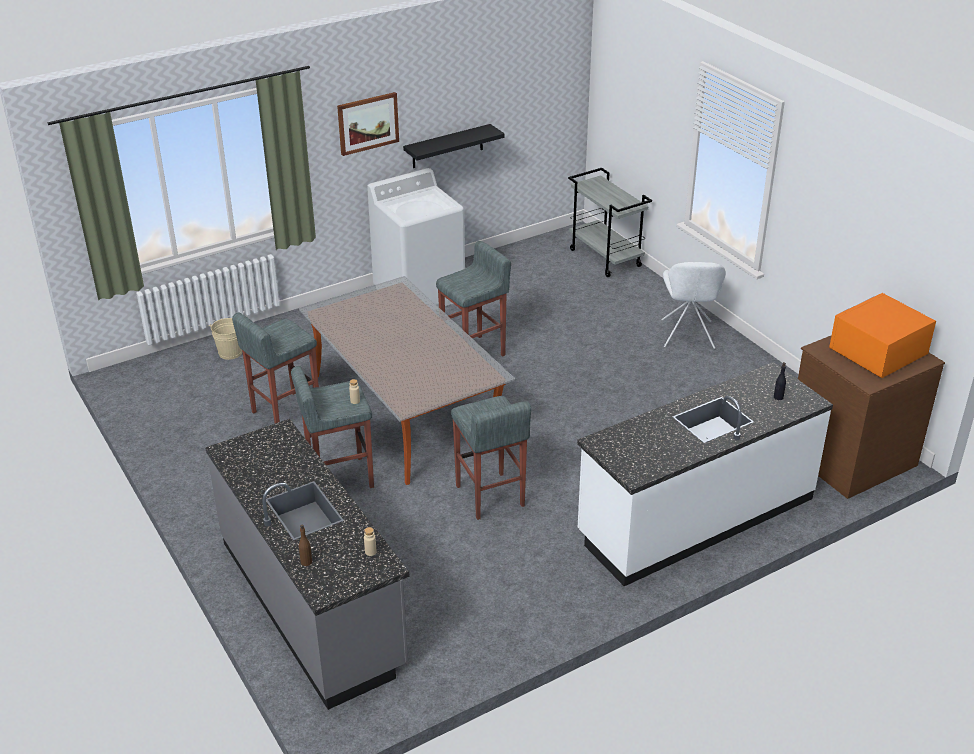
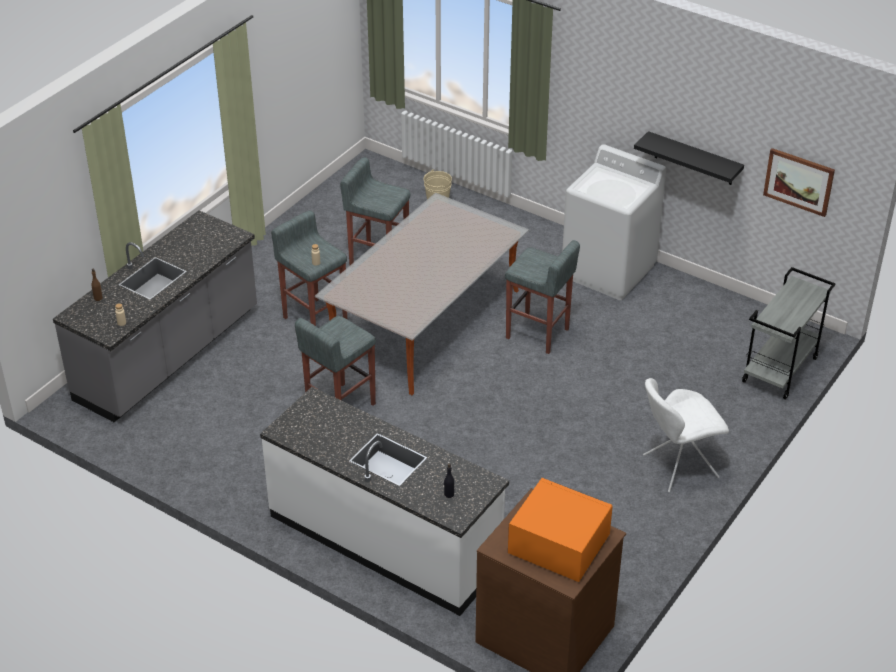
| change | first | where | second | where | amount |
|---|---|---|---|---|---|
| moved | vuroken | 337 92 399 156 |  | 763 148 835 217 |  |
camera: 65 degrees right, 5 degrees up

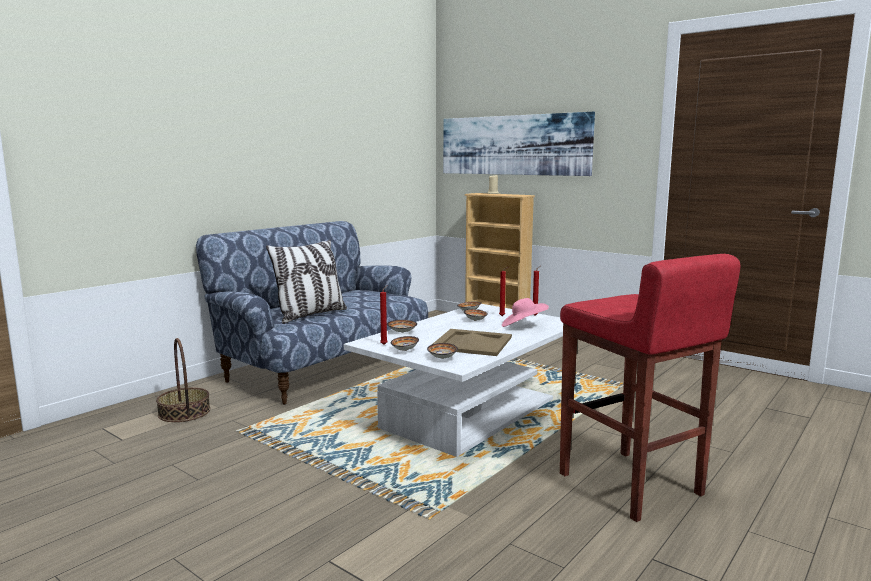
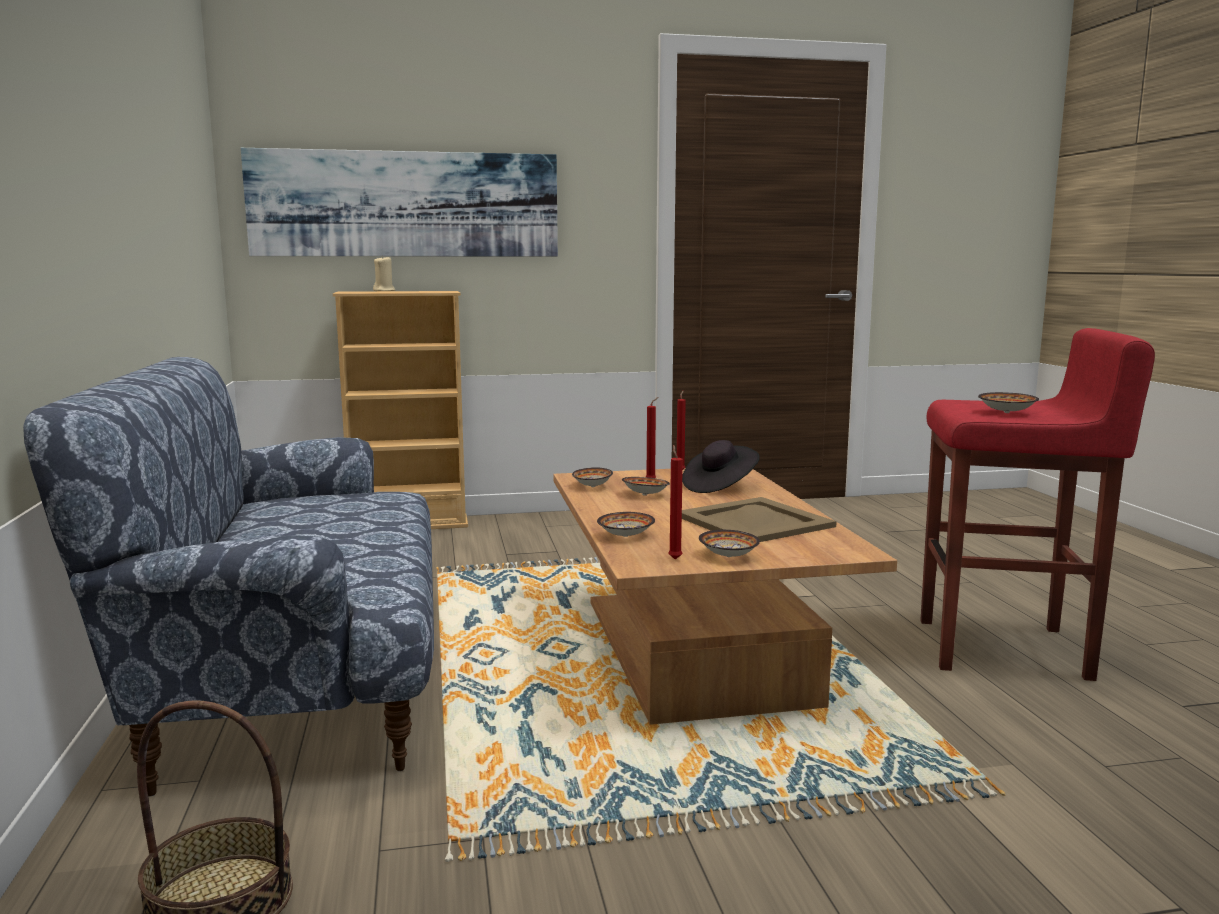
| change | first | where | second | where | amount |
|---|---|---|---|---|---|
| recoloured | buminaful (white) | 344 304 563 457 | buminaful (brown) | 553 469 897 725 |  |
| recoloured | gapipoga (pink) | 502 298 549 327 | gapipoga (black) | 682 440 760 493 |  |
| moved | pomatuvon | 427 343 458 359 |  | 978 392 1039 413 |  |
| removed | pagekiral | 266 240 347 324 |  |  |  |
camera: 50 degrees left, 0 degrees up

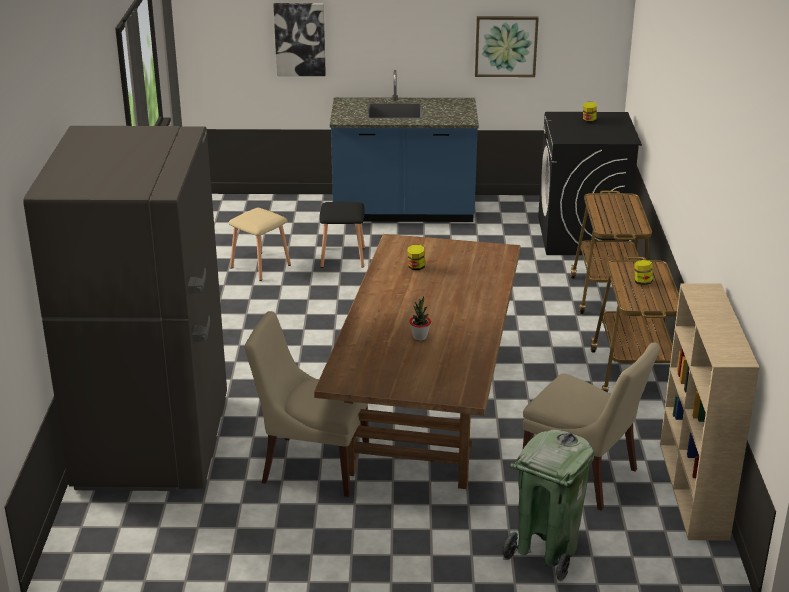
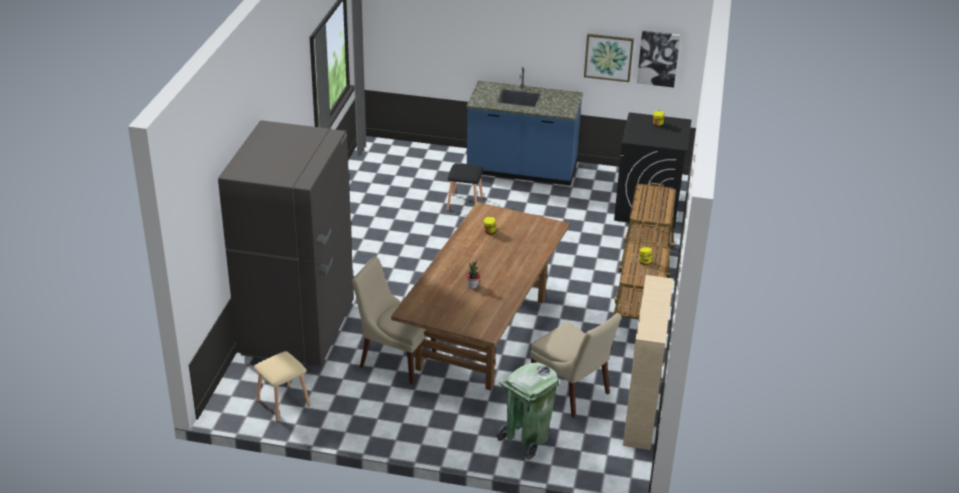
| change | first | where | second | where | amount |
|---|---|---|---|---|---|
| moved | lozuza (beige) | 229 208 291 281 |  | 254 351 310 422 |  |
| moved | vuroken | 273 3 326 76 |  | 637 31 680 87 |  |
camera: 10 degrees right, 5 degrees up

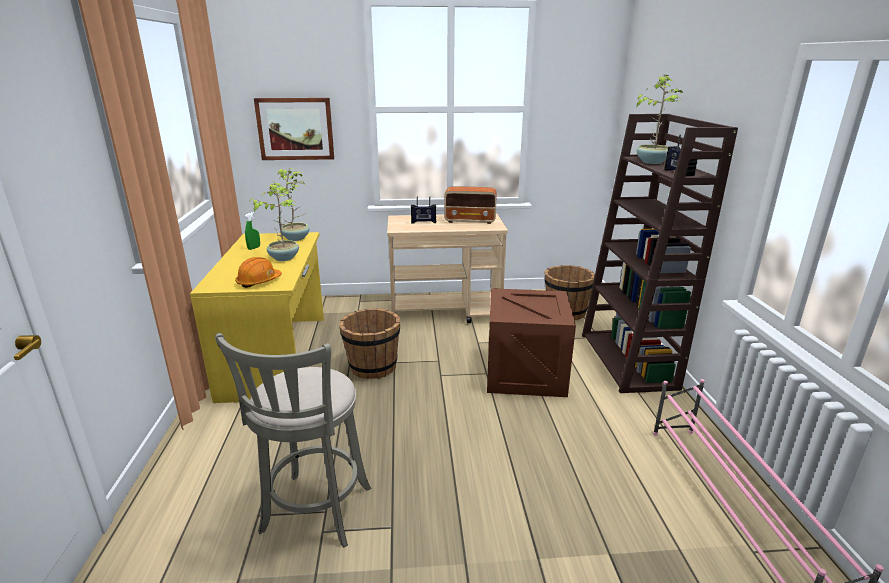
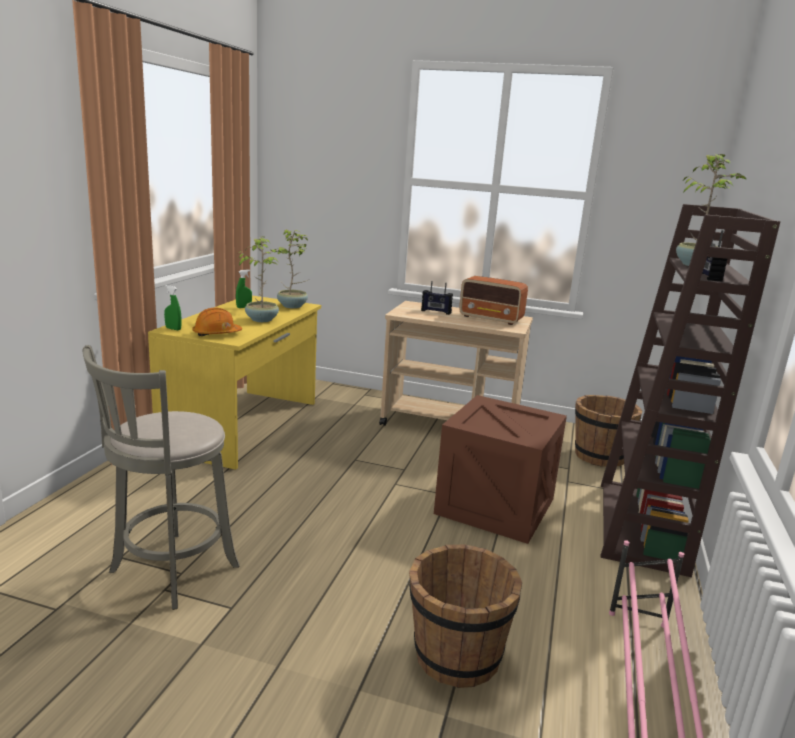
| change | first | where | second | where | amount |
|---|---|---|---|---|---|
| added |  |  | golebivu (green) | 164 285 182 330 |  |
| moved | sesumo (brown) | 339 308 400 379 |  | 409 545 522 688 |  |
| removed | vuroken | 254 98 334 160 |  |  |  |
camera: 20 degrees right, 5 degrees down

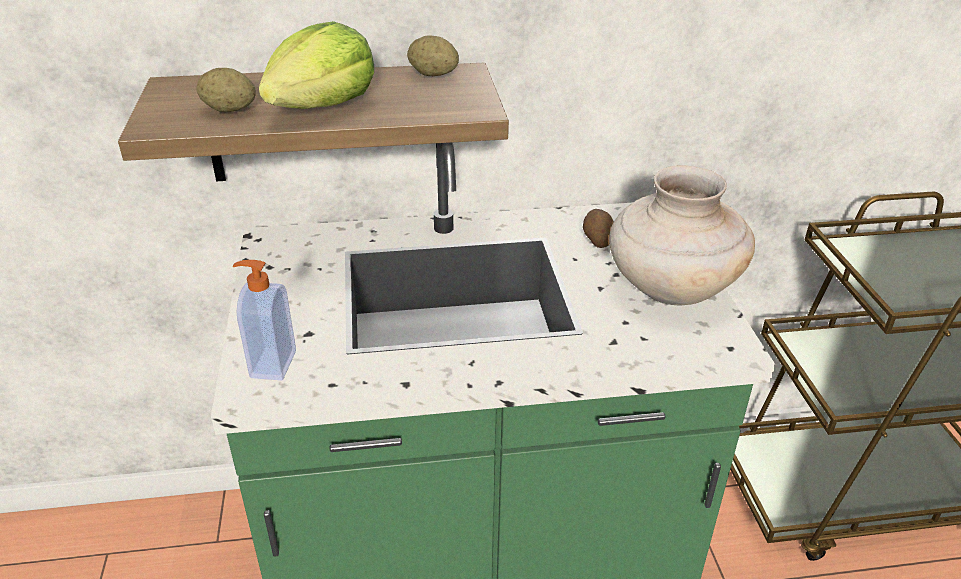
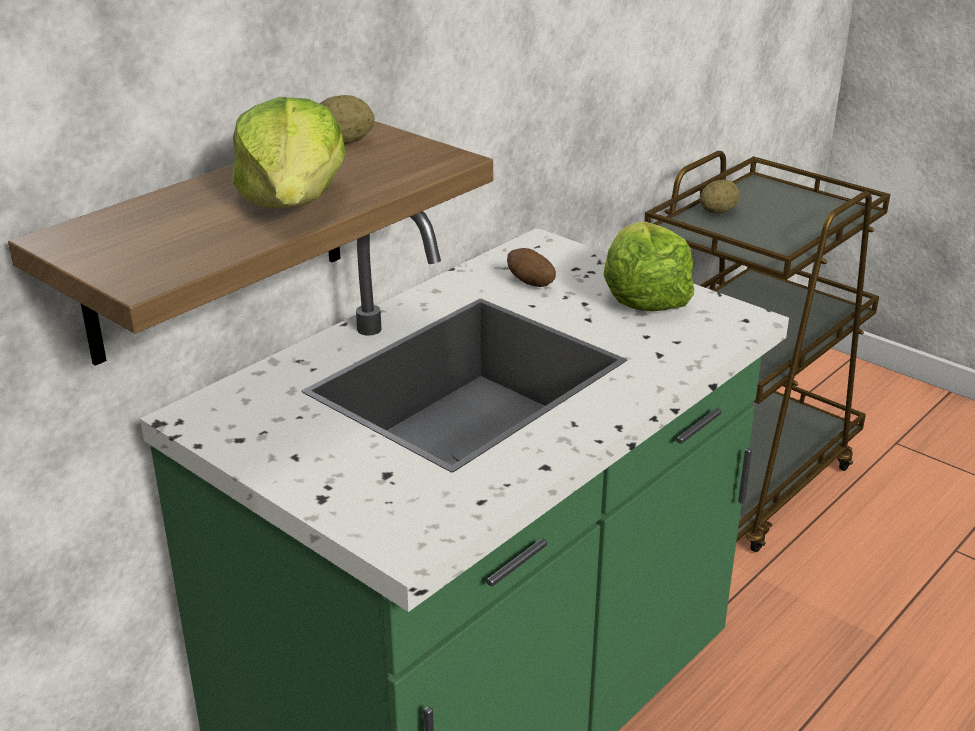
| change | first | where | second | where | amount |
|---|---|---|---|---|---|
| replaced | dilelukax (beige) | 609 165 755 306 | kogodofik | 604 222 694 311 |  |
| moved | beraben | 196 68 256 112 |  | 700 179 740 214 |  |
| removed | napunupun | 233 260 296 380 |  |  |  |
camera: 40 degrees left, 5 degrees down

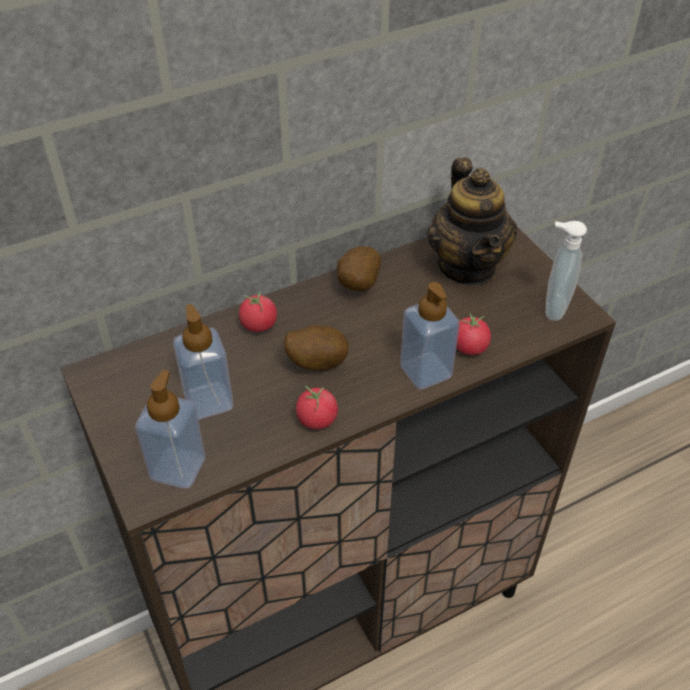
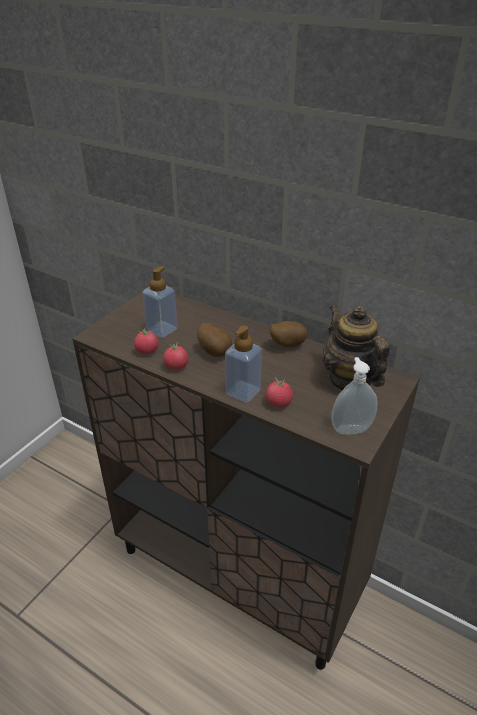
| change | first | where | second | where | amount |
|---|---|---|---|---|---|
| moved | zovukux | 239 292 277 332 |  | 134 328 159 354 |  |
| turned | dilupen | 427 157 517 286 |  | 323 305 390 391 | 105 degrees clockwise |
| removed | napunupun | 135 370 205 489 |  |  |  |
camera: 60 degrees right, 10 degrees down

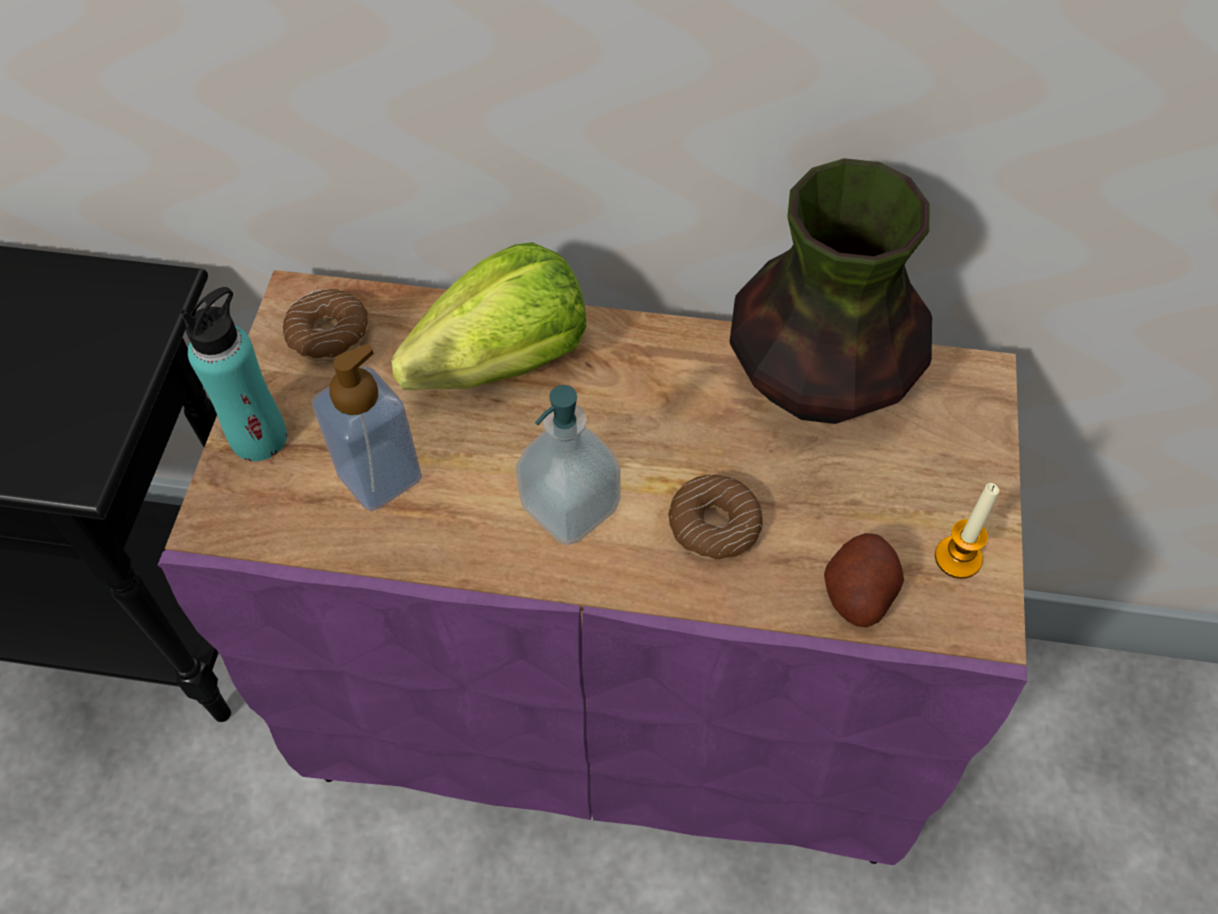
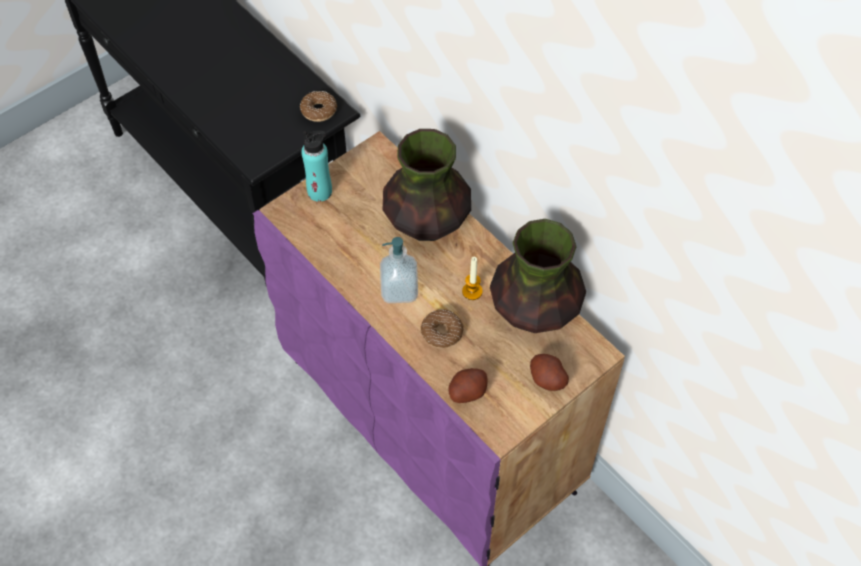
| change | first | where | second | where | amount |
|---|---|---|---|---|---|
| moved | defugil | 283 289 368 361 |  | 300 91 337 122 |  |
| replaced | kogodofik | 391 242 586 390 | dilelukax | 383 129 471 241 |  |
| moved | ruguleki | 935 483 999 579 |  | 462 257 483 300 |  |
| added |  |  | beraben | 530 354 569 391 |  |
| removed | napunupun | 312 344 422 511 |  |  |  |
camera: 40 degrees right, 0 degrees up

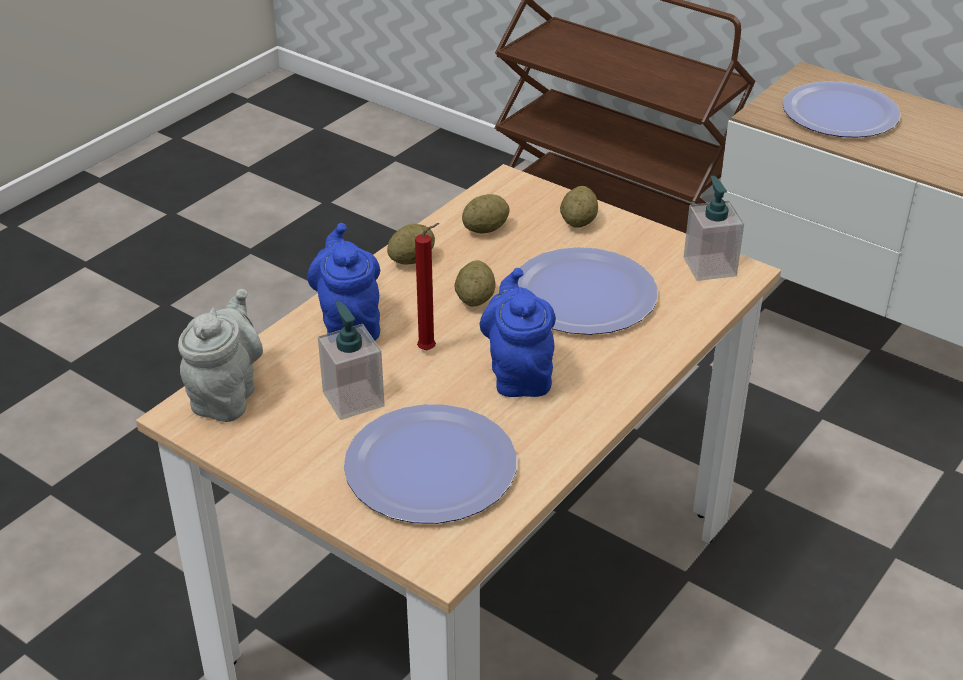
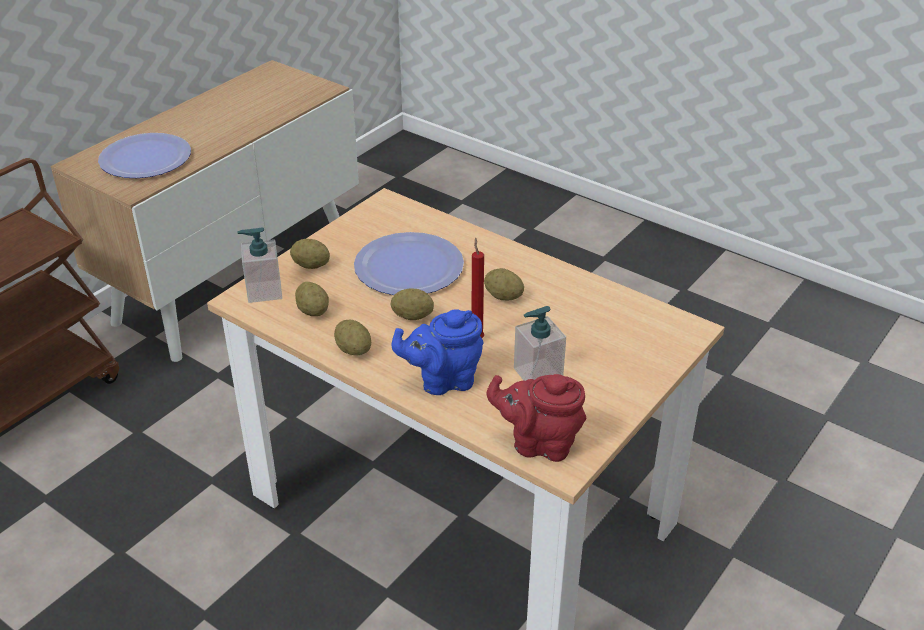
| change | first | where | second | where | amount |
|---|---|---|---|---|---|
| moved | napunupun | 684 176 744 281 |  | 237 227 282 303 |  |
| replaced | dilupen (blue) | 480 268 556 397 | beraben | 484 268 524 301 |  |
| recoloured | dilupen (grey) | 178 289 263 422 | dilupen (red) | 487 374 586 462 |  |
| removed | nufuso | 344 404 517 524 |  |  |  |
camera: 90 degrees left, 0 degrees up

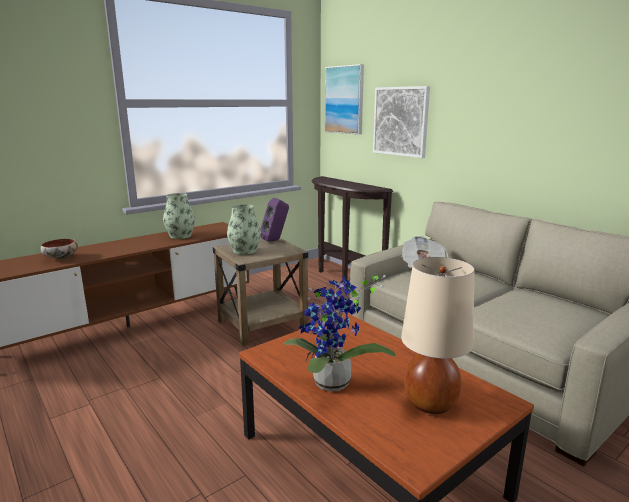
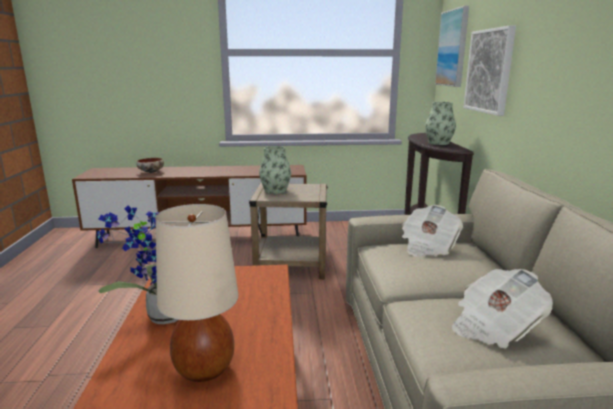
| change | first | where | second | where | amount |
|---|---|---|---|---|---|
| moved | dilelukax | 163 193 195 239 |  | 425 102 456 145 |  |
| added |  |  | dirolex | 452 269 553 348 |  |
| removed | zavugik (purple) | 260 198 289 242 |  |  |  |
camera: 35 degrees right, 0 degrees up

